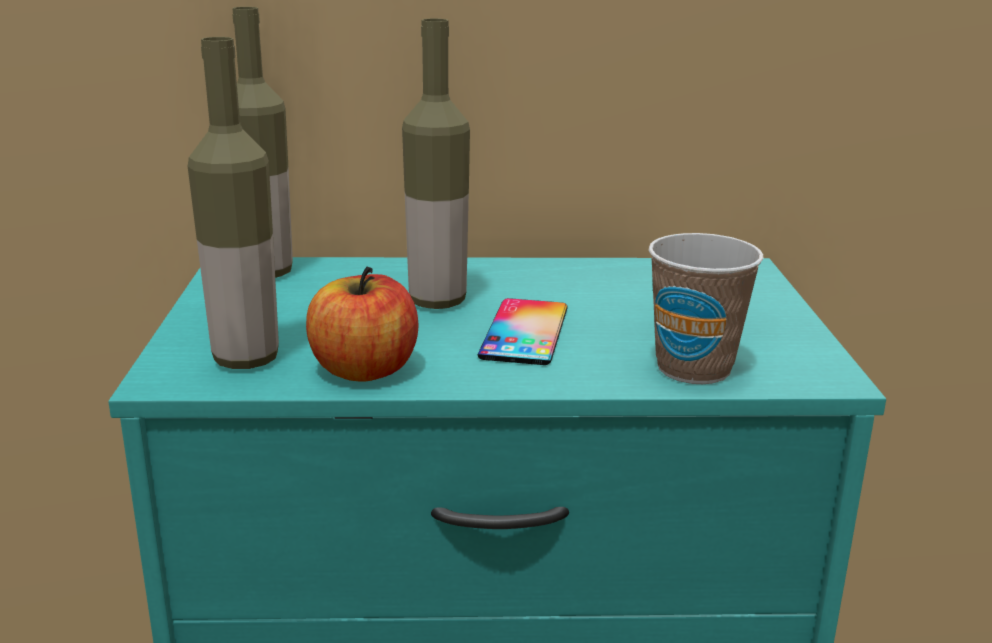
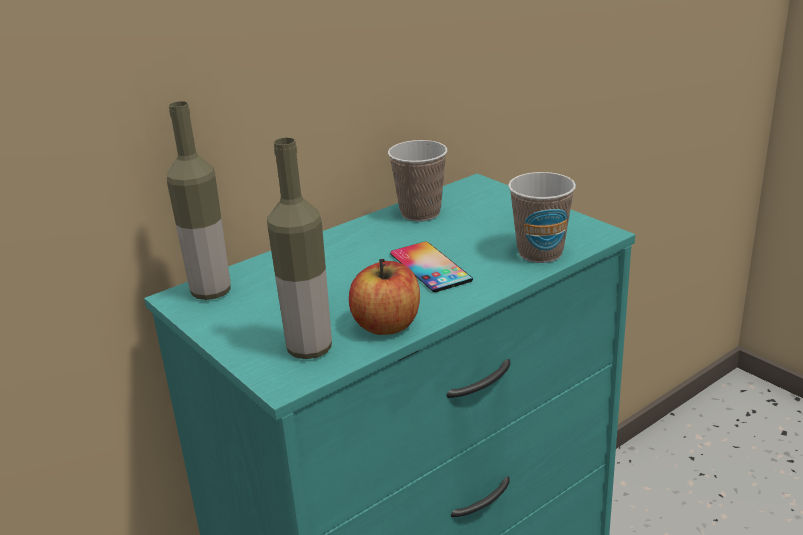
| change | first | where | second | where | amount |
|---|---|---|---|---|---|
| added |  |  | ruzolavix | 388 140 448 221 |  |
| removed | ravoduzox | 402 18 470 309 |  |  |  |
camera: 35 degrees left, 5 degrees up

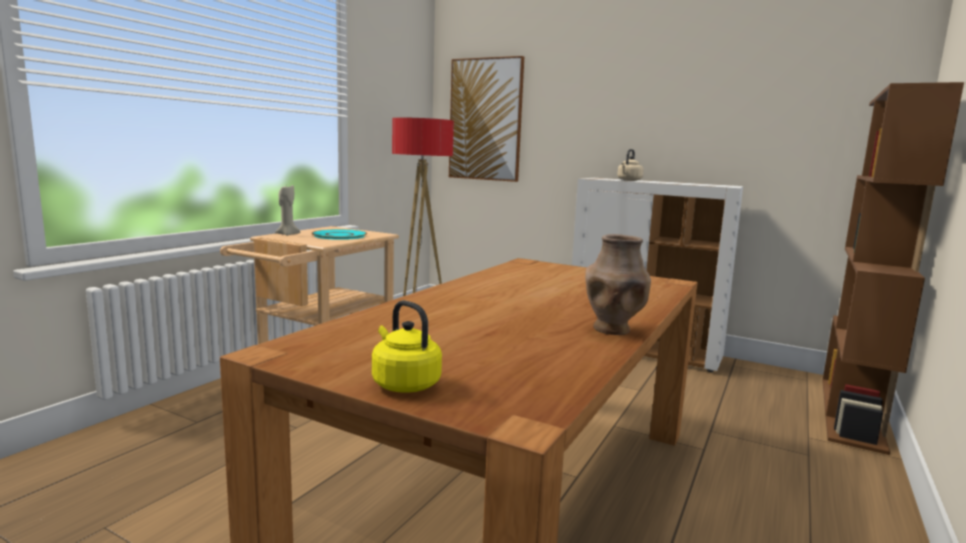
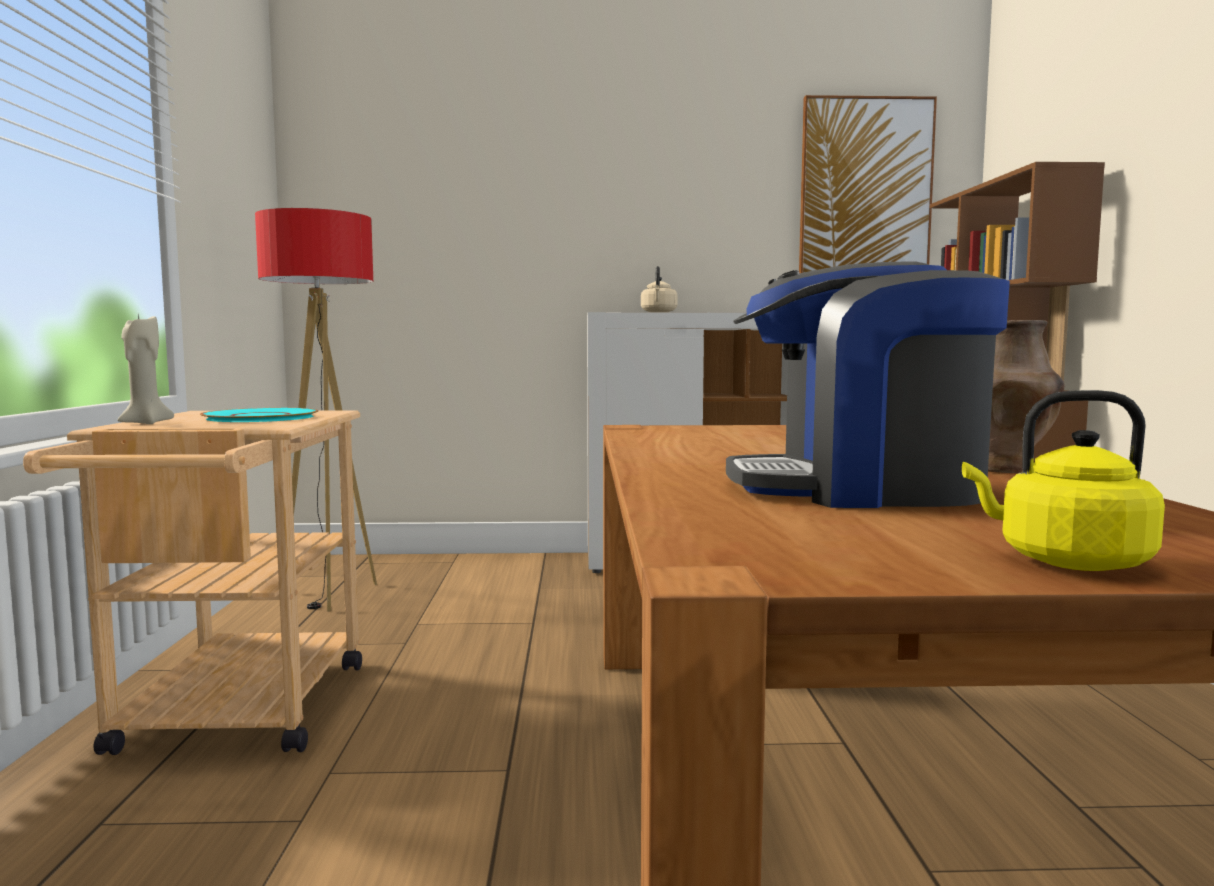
| change | first | where | second | where | amount |
|---|---|---|---|---|---|
| added |  |  | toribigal | 726 261 1010 508 |  |
| moved | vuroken | 449 56 524 182 |  | 799 95 937 273 |  |
camera: 30 degrees left, 5 degrees down

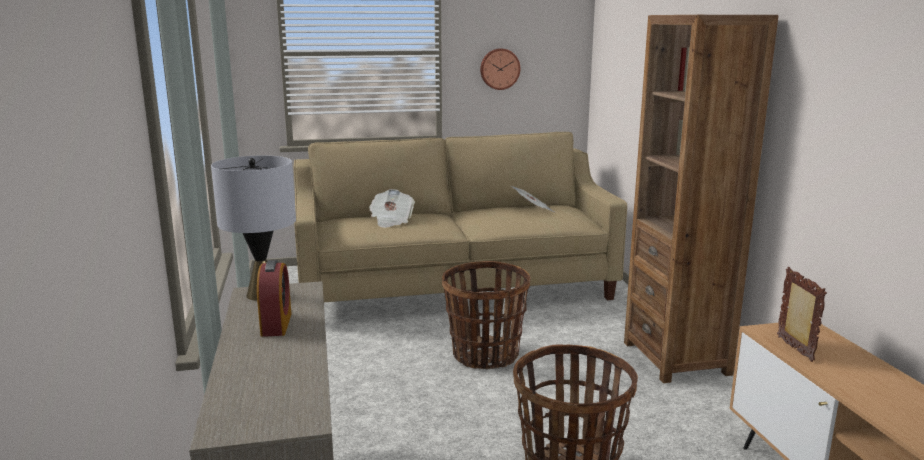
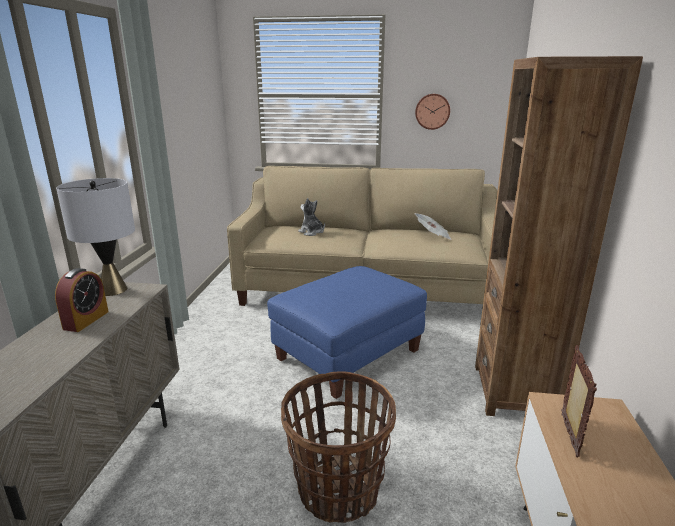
| change | first | where | second | where | amount |
|---|---|---|---|---|---|
| replaced | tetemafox | 442 261 530 369 | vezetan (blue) | 267 266 427 399 |  |
| replaced | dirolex | 369 189 415 228 | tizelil | 298 198 325 236 |  |
camera: 20 degrees right, 5 degrees up

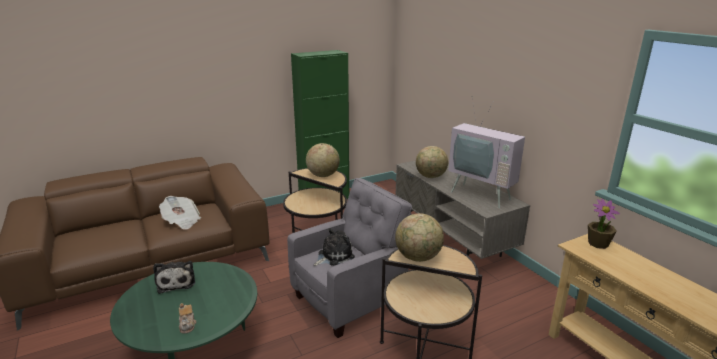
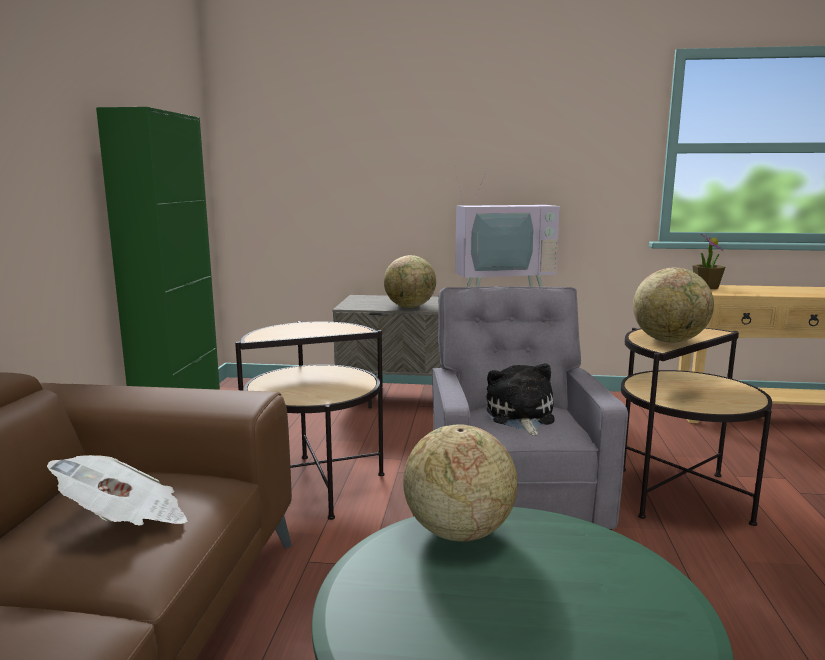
| change | first | where | second | where | amount |
|---|---|---|---|---|---|
| moved | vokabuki | 306 143 340 177 |  | 403 424 518 542 |  |
| removed | tizelil | 153 261 195 294 |  |  |  |
| removed | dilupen | 179 303 196 334 |  |  |  |
camera: 55 degrees left, 10 degrees down

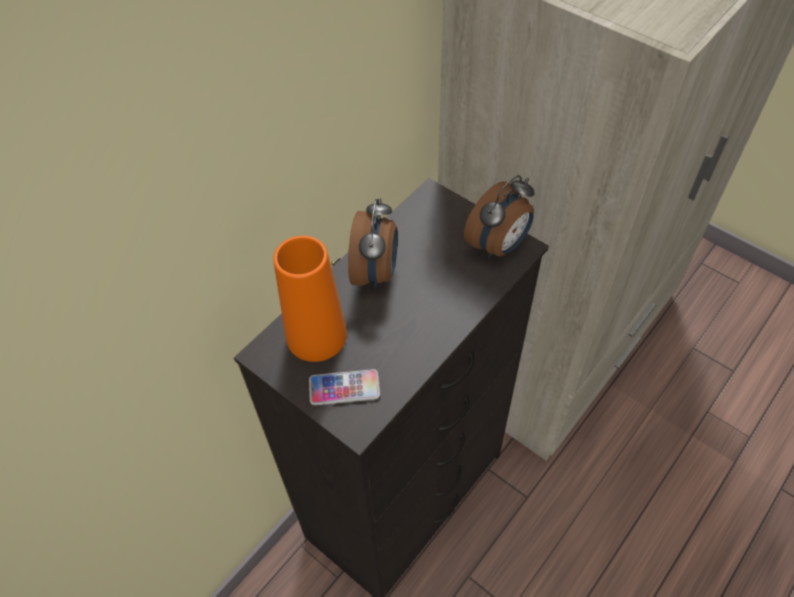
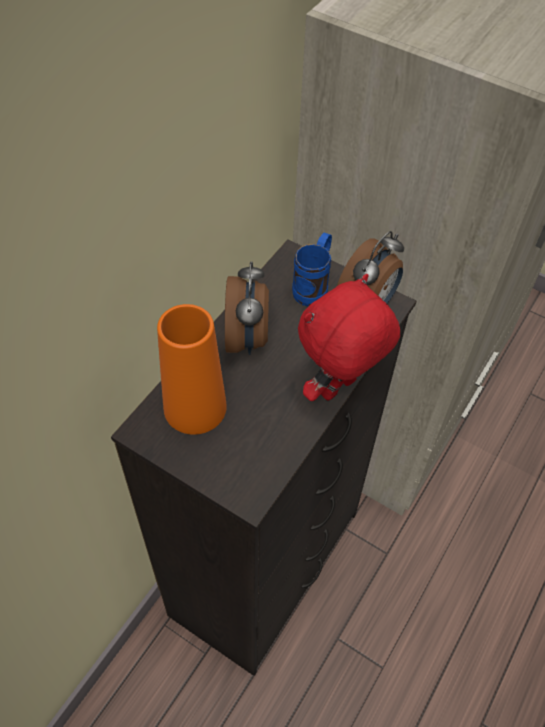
| change | first | where | second | where | amount |
|---|---|---|---|---|---|
| added |  |  | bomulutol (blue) | 292 233 332 306 |  |
| added |  |  | tizelil (red) | 298 274 400 401 |  |
| removed | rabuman | 309 369 380 405 |  |  |  |
camera: 10 degrees left, 0 degrees up

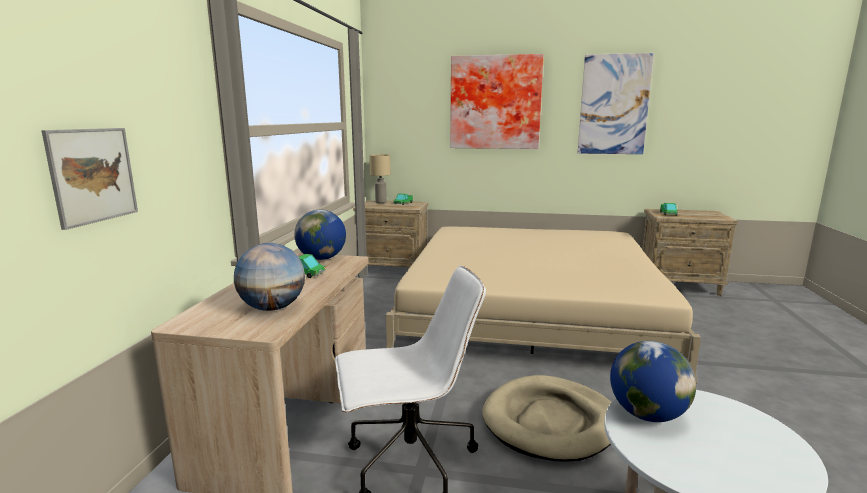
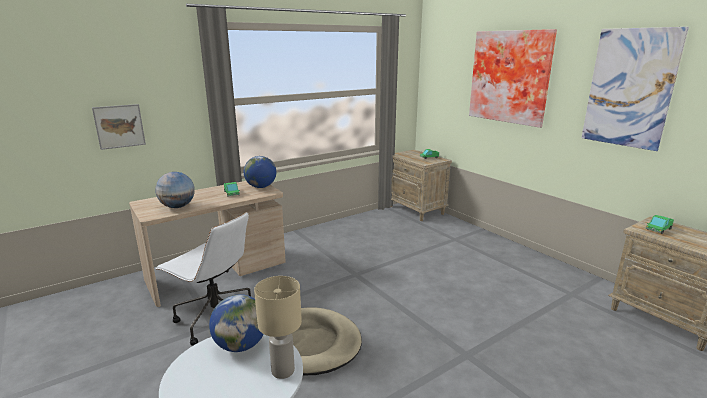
| change | first | where | second | where | amount |
|---|---|---|---|---|---|
| moved | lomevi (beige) | 369 154 391 203 |  | 254 276 302 379 |  |
| removed | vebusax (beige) | 386 227 701 384 |  |  |  |
camera: 45 degrees right, 5 degrees up

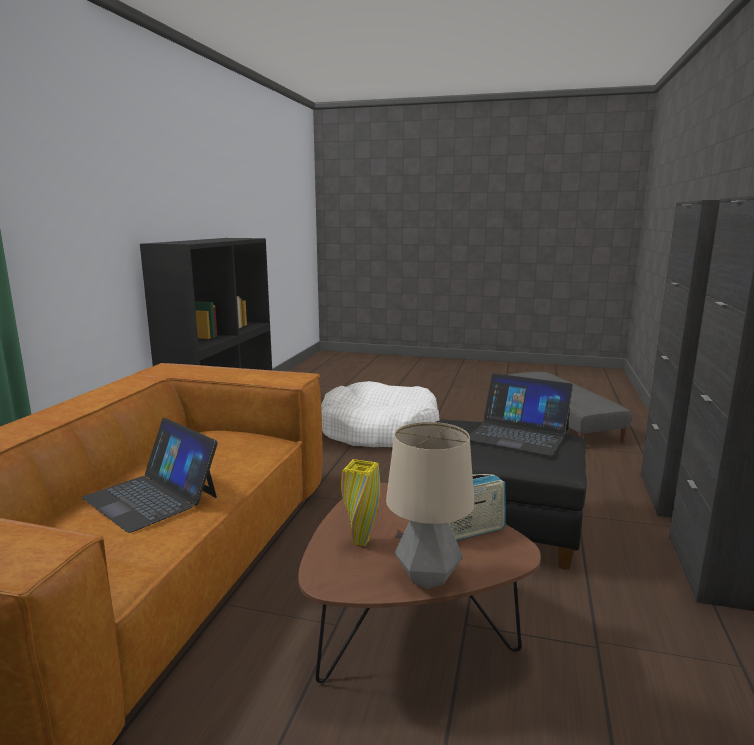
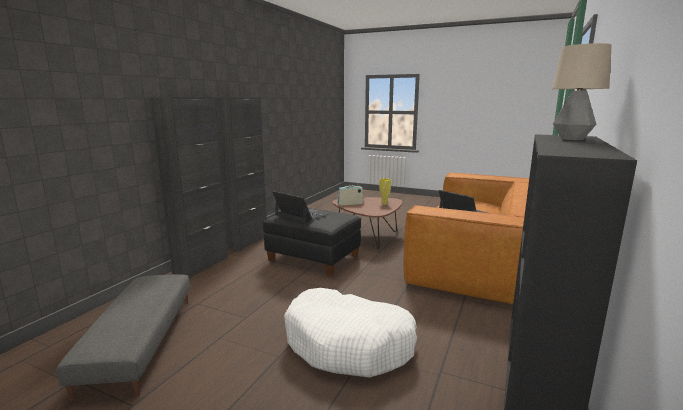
| change | first | where | second | where | amount |
|---|---|---|---|---|---|
| moved | lomevi | 386 422 475 589 |  | 552 43 612 140 |  |
camera: 170 degrees left, 0 degrees up

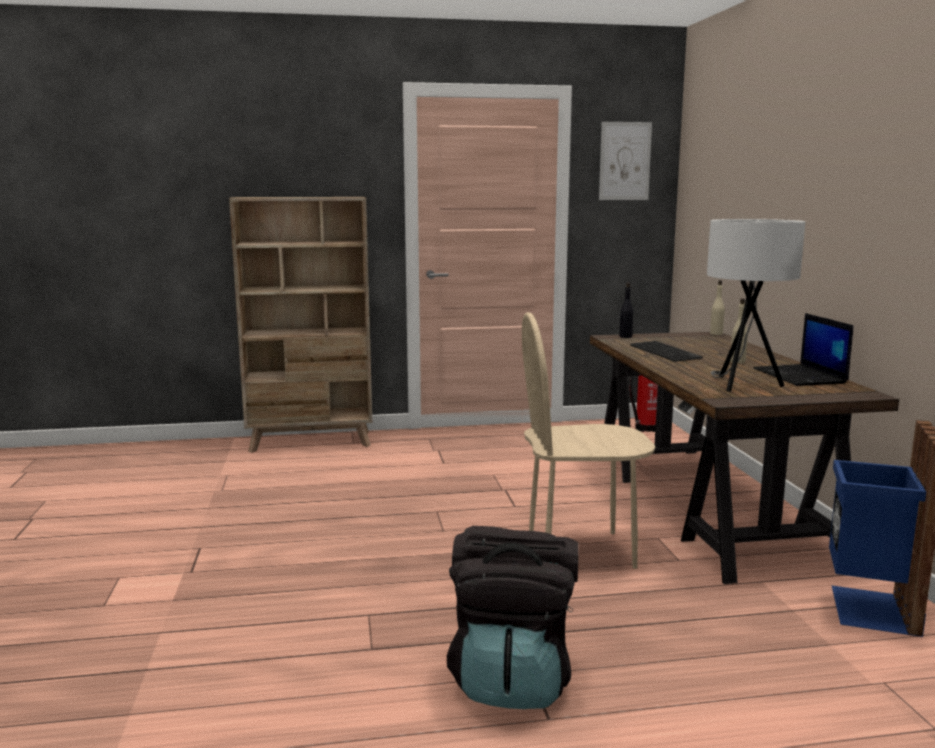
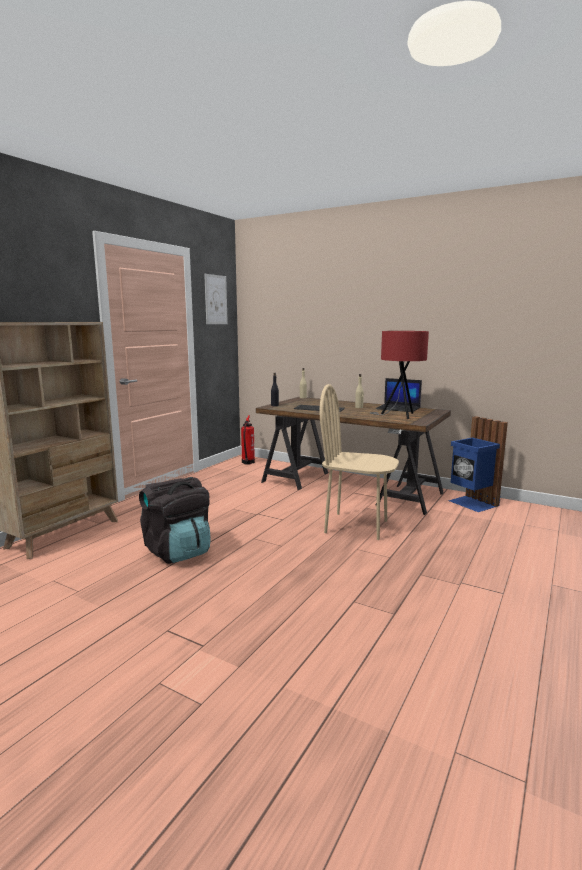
| change | first | where | second | where | amount |
|---|---|---|---|---|---|
| moved | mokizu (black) | 447 526 578 709 |  | 139 477 211 564 |  |
| turned | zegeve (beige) | 522 312 655 569 |  | 320 384 399 540 | 75 degrees clockwise |
| recoloured | lomevi (white) | 707 219 805 392 | lomevi (red) | 370 331 429 419 |  |
camera: 50 degrees left, 0 degrees up

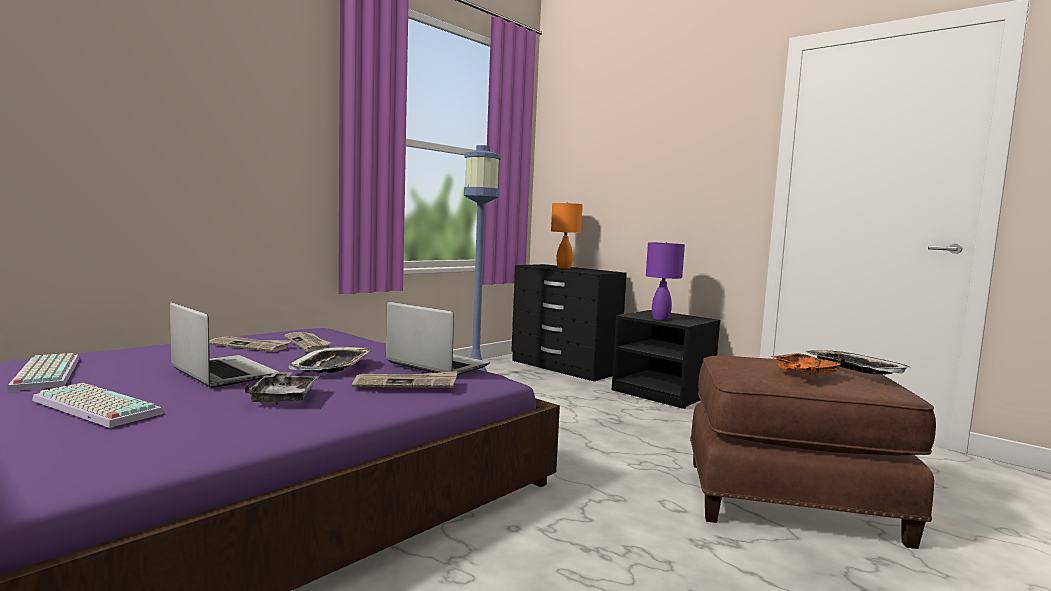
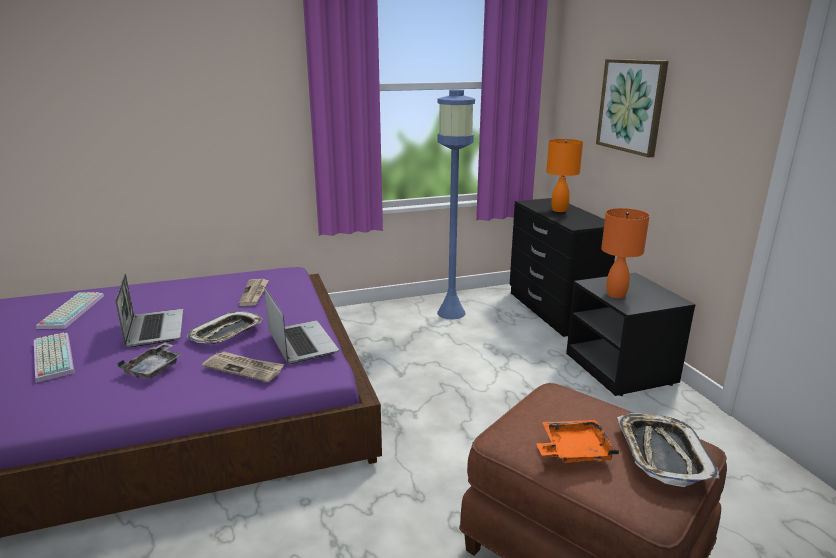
| change | first | where | second | where | amount |
|---|---|---|---|---|---|
| added |  |  | vuroken | 596 59 669 157 |  |
| recoloured | lomevi (purple) | 646 242 685 320 | lomevi (orange) | 601 208 650 298 |  |
| removed | dirolex | 209 336 291 352 |  |  |  |
camera: 30 degrees right, 15 degrees up

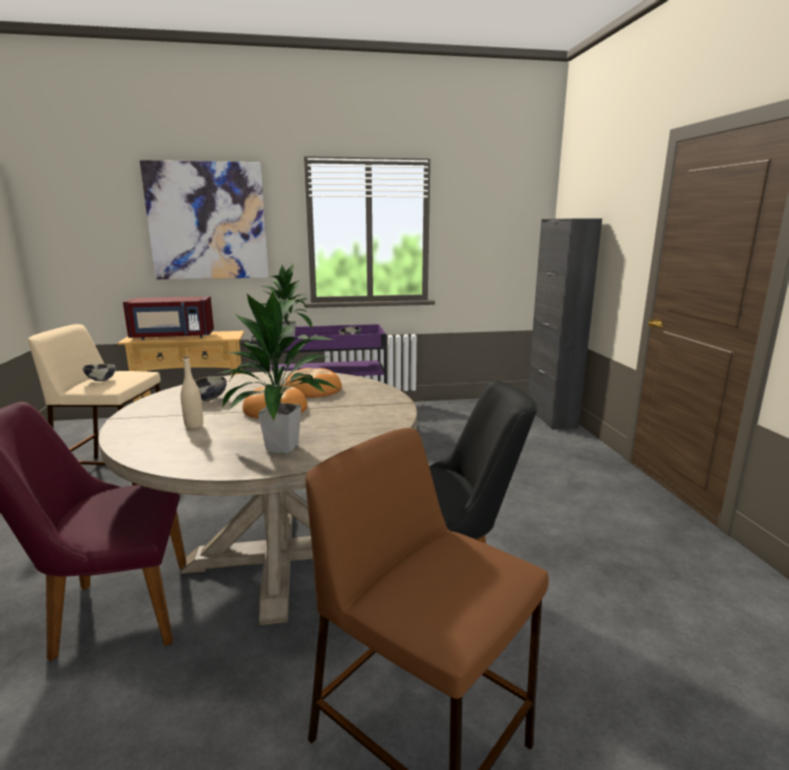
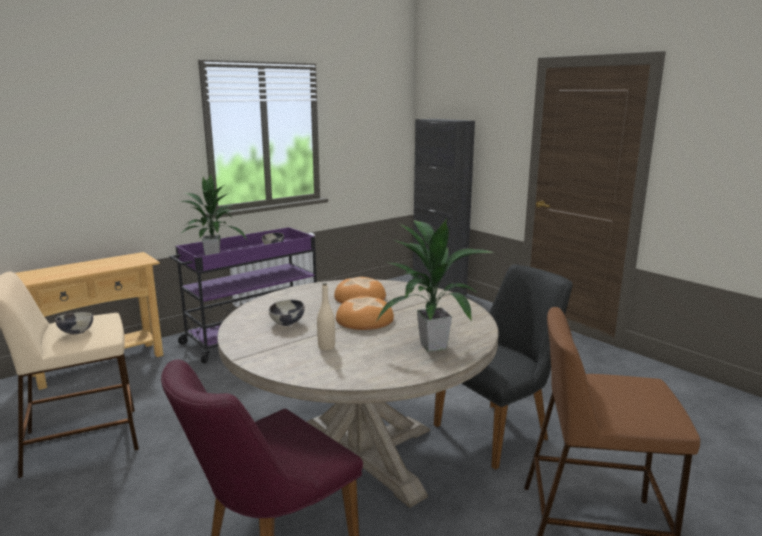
| change | first | where | second | where | amount |
|---|---|---|---|---|---|
| removed | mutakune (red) | 123 296 214 340 |  |  |  |
| removed | vuroken | 140 160 269 279 |  |  |  |
camera: 30 degrees left, 0 degrees up

